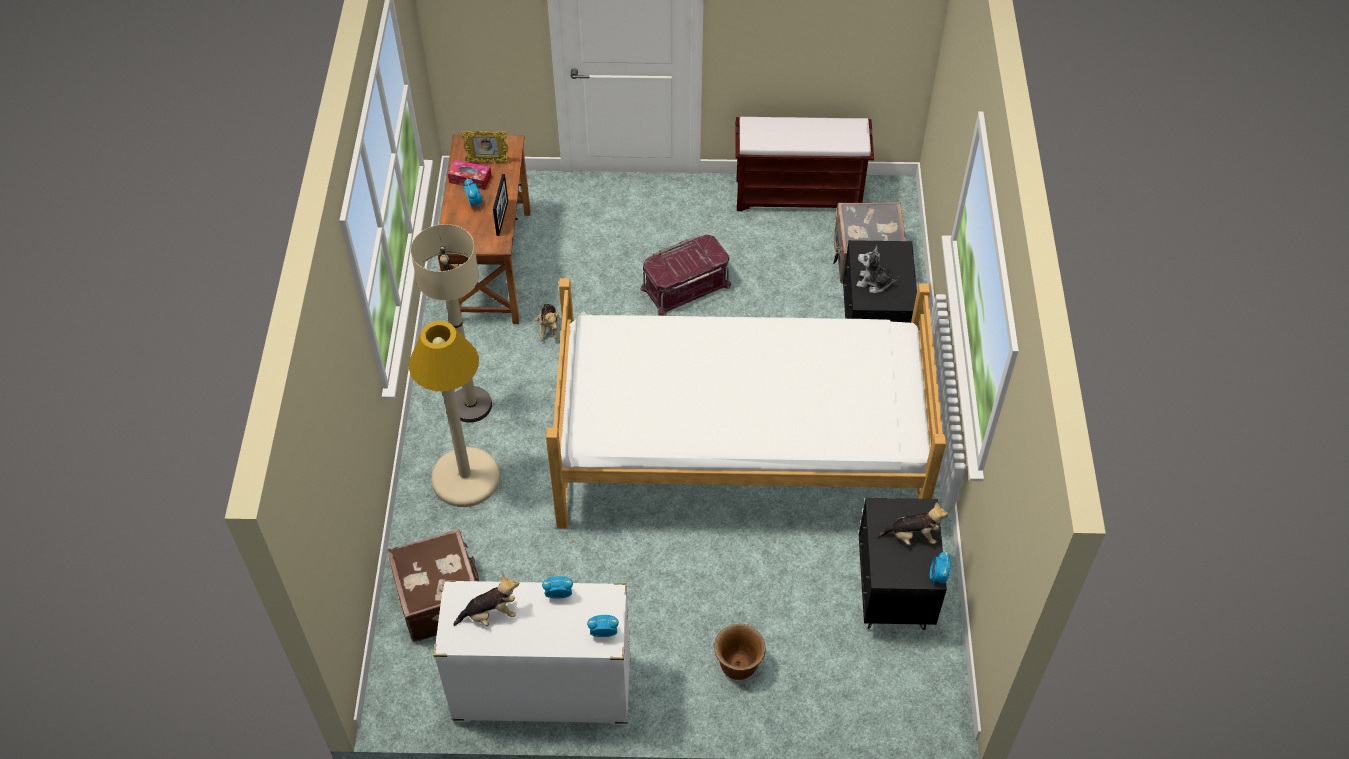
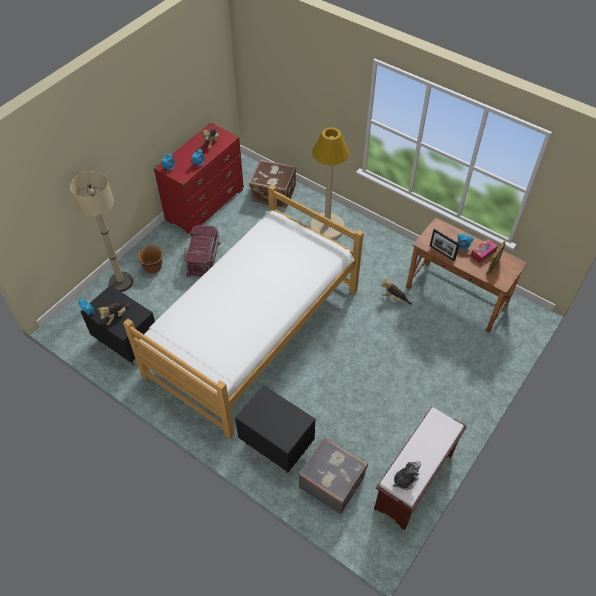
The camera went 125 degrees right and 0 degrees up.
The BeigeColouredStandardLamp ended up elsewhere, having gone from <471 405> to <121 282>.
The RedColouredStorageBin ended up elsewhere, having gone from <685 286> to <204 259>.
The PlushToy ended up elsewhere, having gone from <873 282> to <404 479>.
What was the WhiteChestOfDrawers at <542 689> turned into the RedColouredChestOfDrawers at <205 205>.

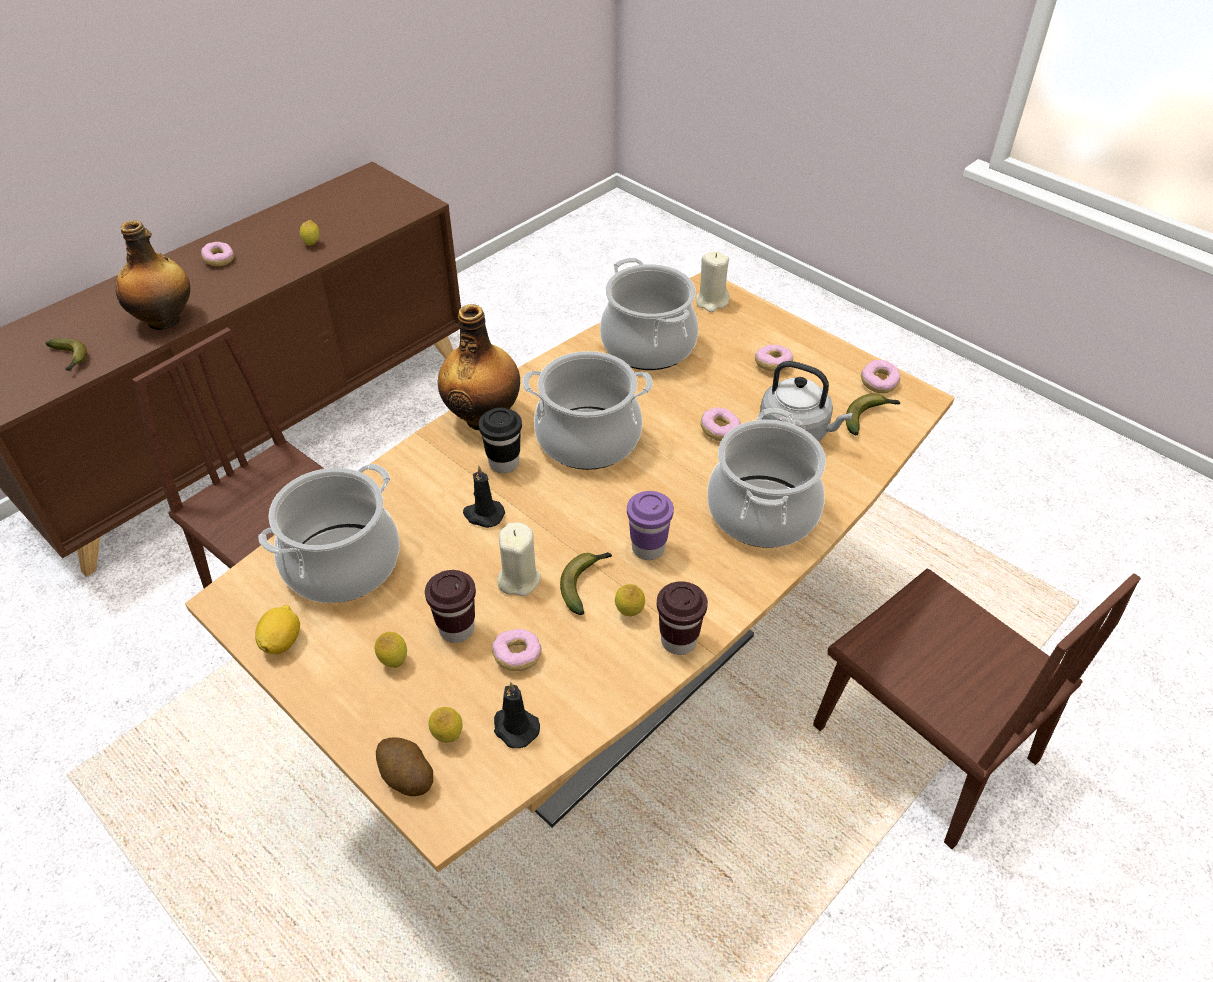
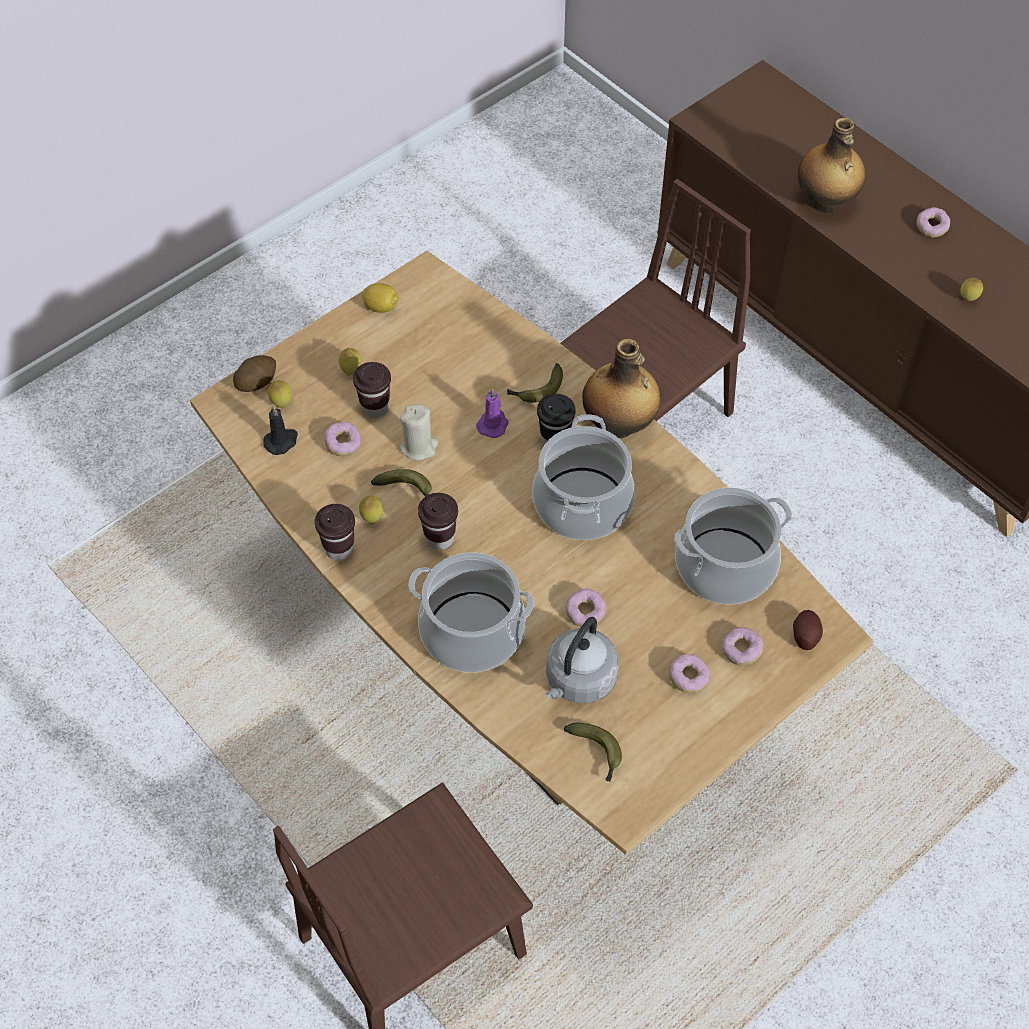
The camera went 95 degrees right and 10 degrees up.
The second view lost the Stockpot at <342 563>.
The WholeBanana ended up elsewhere, having gone from <70 359> to <536 390>.
The Donut ended up elsewhere, having gone from <878 383> to <741 651>.
Where the BeigeColouredWaxCandle stood at <711 301>, the Potato came to stand at <805 636>.
What was the BlackishWaxCandle at <483 515> turned into the PurpleWaxCandle at <493 424>.
What was the PurpleDrinkingCup at <648 548> turned into the BrownishDrinkingCup at <440 538>.

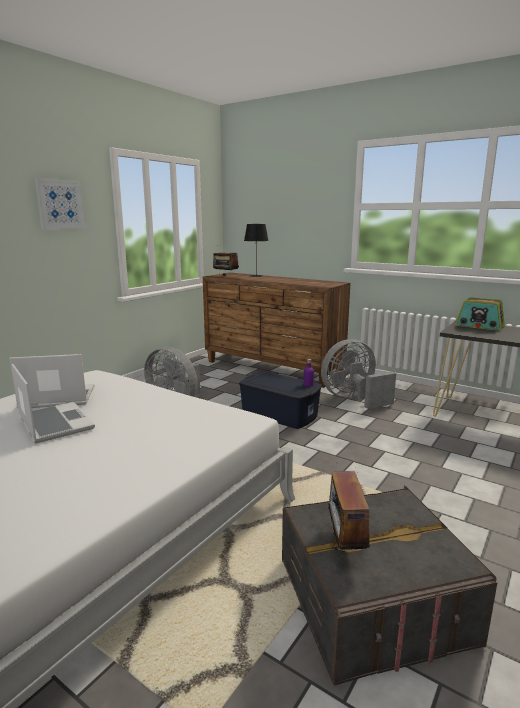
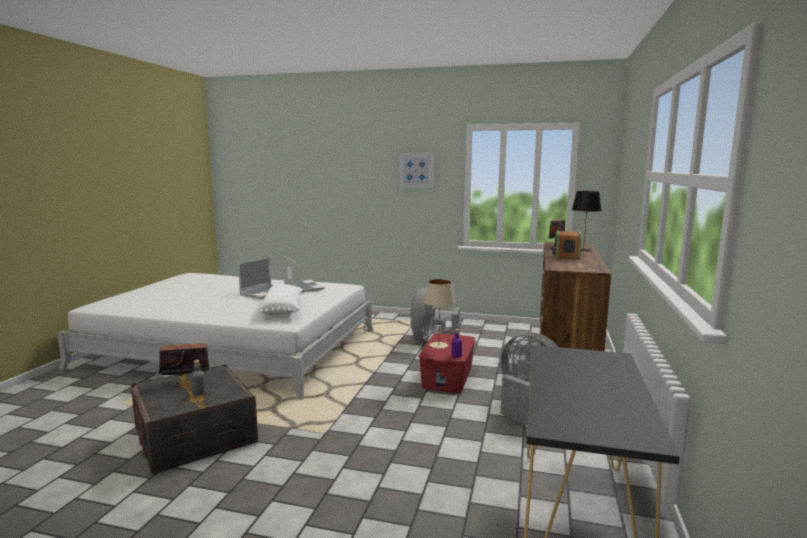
The camera went 70 degrees right and 5 degrees down.
The second view gained the GreyishDrinkBottle at <199 393>.
The second view gained the WhitePillow at <283 309>.
The second view gained the BeigeColouredLampForATable at <439 345>.
The RadioReceiver ended up elsewhere, having gone from <479 326> to <566 256>.
What was the BluishStorageBin at <279 414> turned into the RedColouredStorageBin at <448 377>.

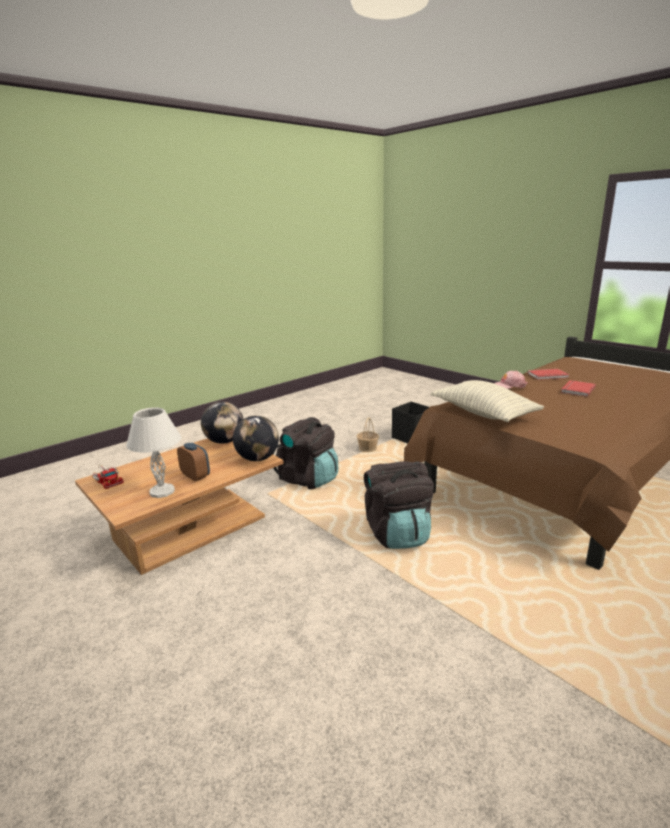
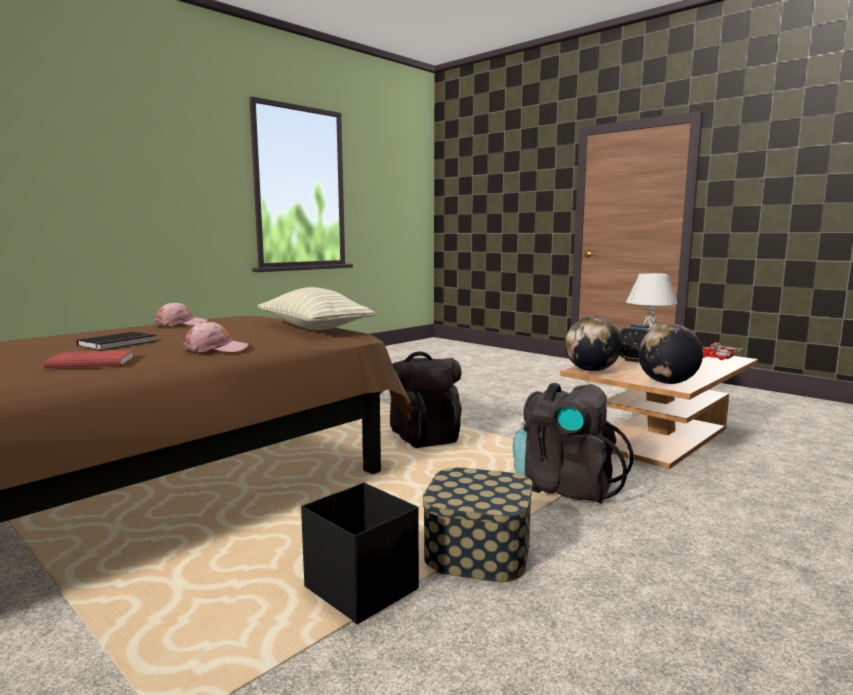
The camera went 175 degrees right and 10 degrees down.
The second view gained the PinkishBaseballCap at <181 324>.
Where the Basket stood at <367 449>, the StorageBin came to stand at <478 550>.
What was the RedColouredVolume at <576 389> turned into the BlackishVolume at <119 344>.

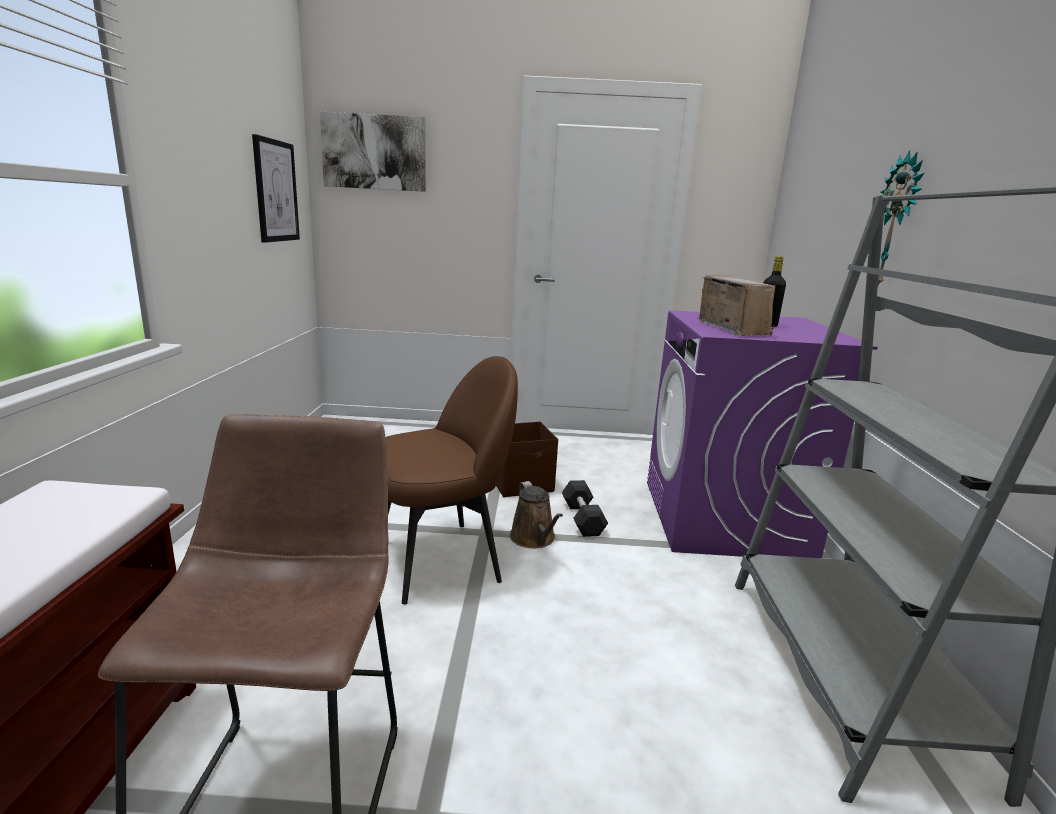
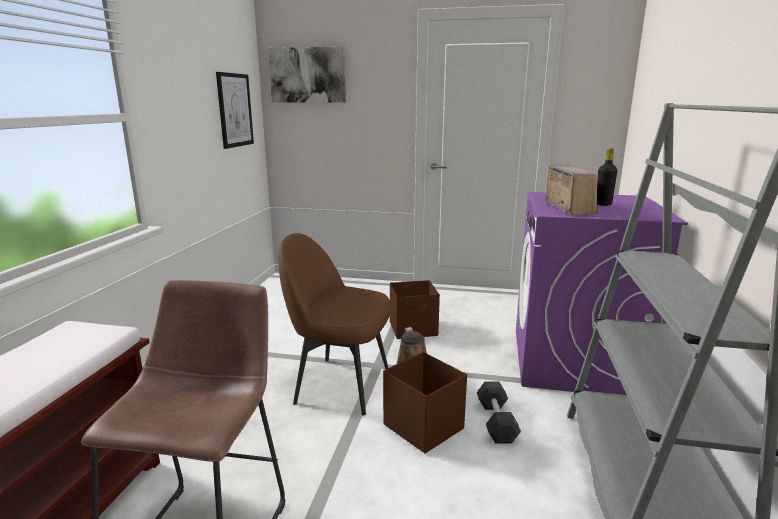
The camera went 10 degrees right and 0 degrees up.
The second view lost the HangingClock at <898 221>.
The second view gained the BrownishStorageBin at <423 426>.
The BlackishHandWeight ended up elsewhere, having gone from <582 519> to <496 422>.
The BrownishUprightChair at <441 559> ended up facing another way, 150 degrees counterclockwise from before.

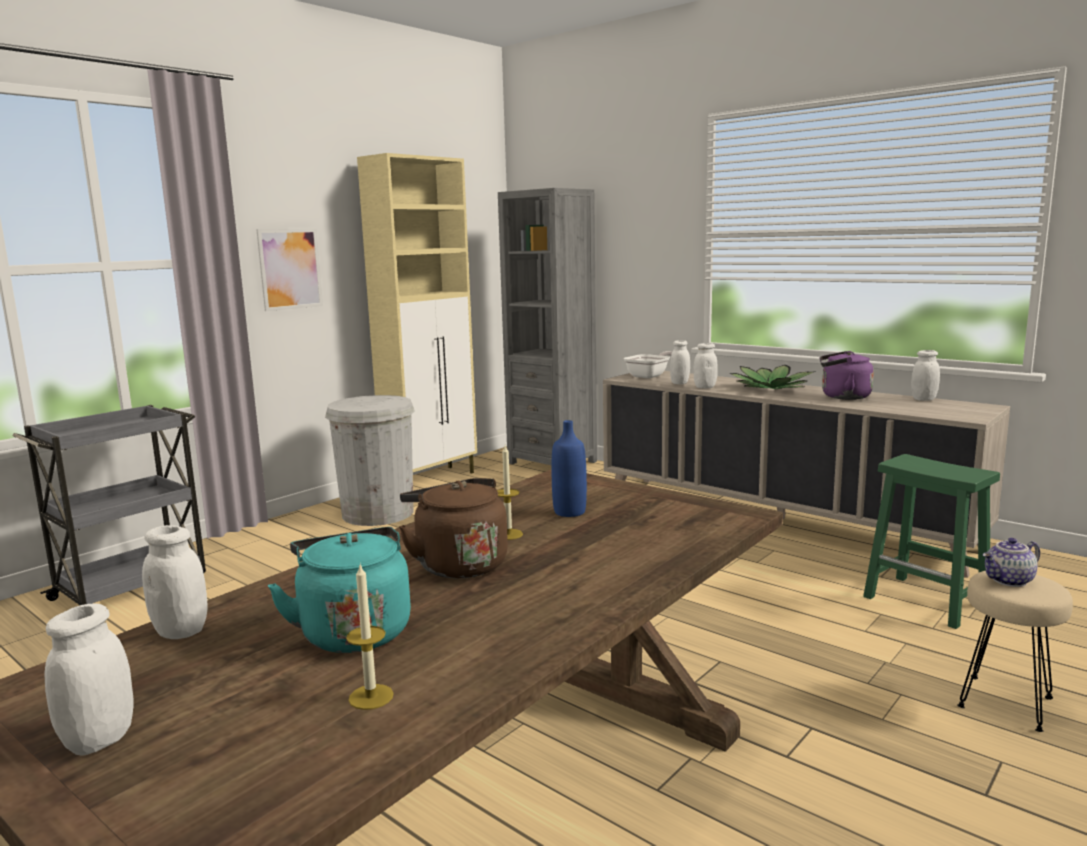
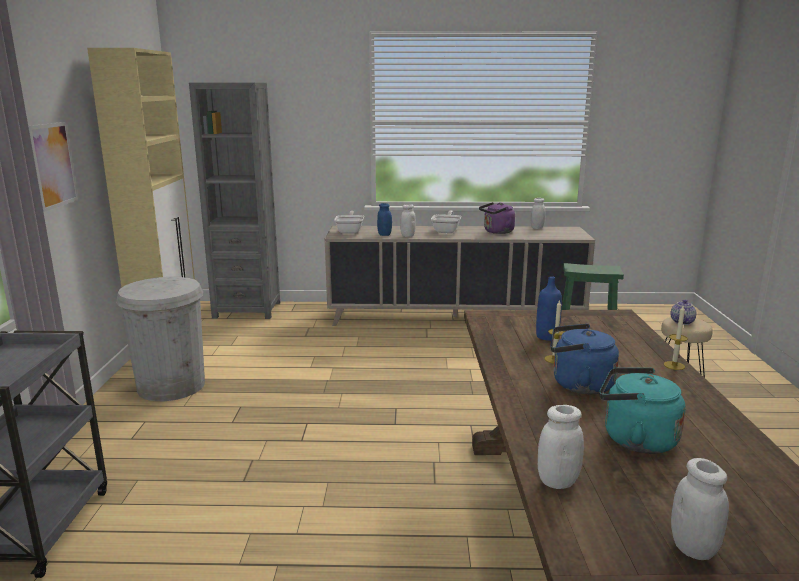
The camera went 40 degrees left and 5 degrees up.
The WaxCandle ended up elsewhere, having gone from <371 697> to <674 365>.
Where the Houseplant stood at <772 388>, the Skillet came to stand at <447 231>.
What was the BrownishWaterKettle at <458 564> turned into the BluishWaterKettle at <578 385>.
What was the WhiteStorageJar at <680 383> turned into the BluishStorageJar at <384 234>.

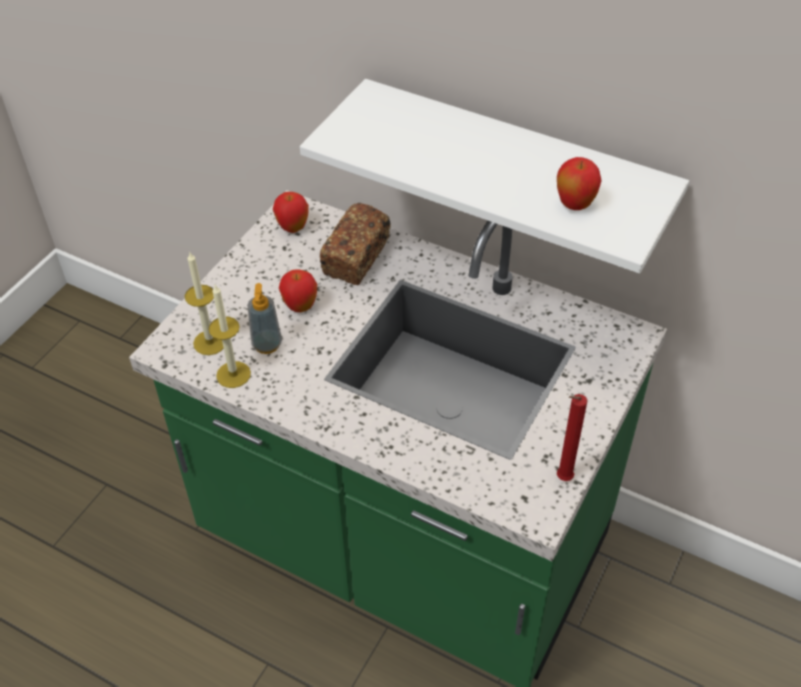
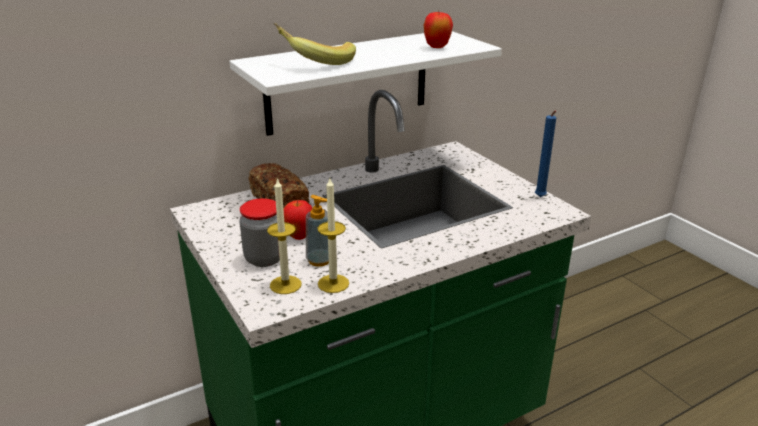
The camera went 60 degrees left and 20 degrees down.
The second view lost the Apple at <293 228>.
The second view gained the StorageJar at <264 258>.
The second view gained the WholeBanana at <316 61>.
What was the RedColouredWaxCandle at <562 479> turned into the BluishWaxCandle at <540 198>.

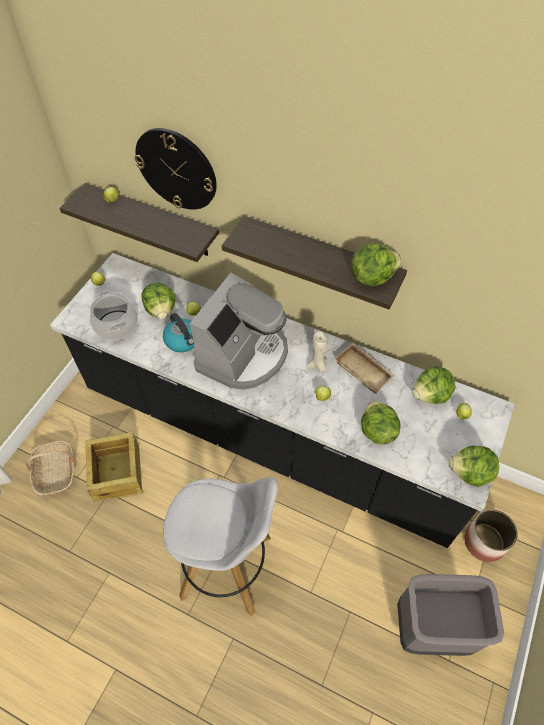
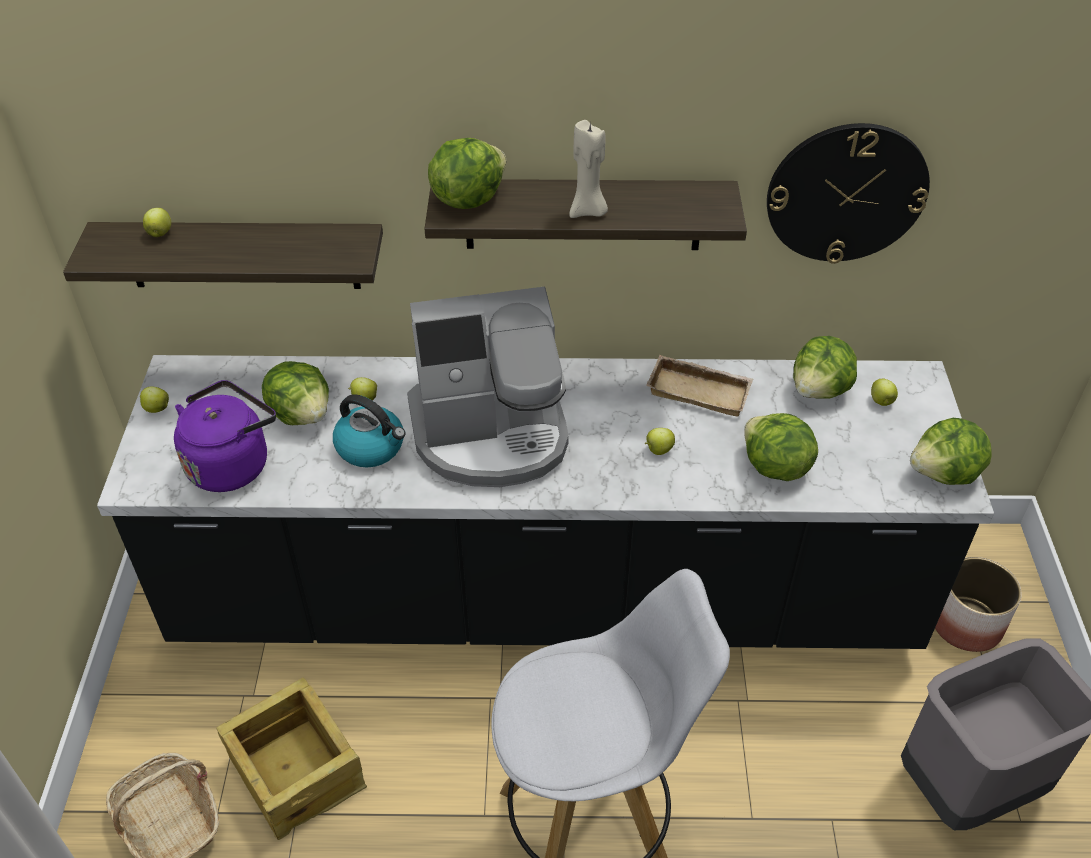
The camera went 25 degrees left and 10 degrees down.
The HangingClock ended up elsewhere, having gone from <176 169> to <846 193>.
The BeigeColouredWaxCandle ended up elsewhere, having gone from <317 366> to <588 211>.
The HeadOfLettuce ended up elsewhere, having gone from <372 276> to <467 198>.
Where the Stockpot stood at <116 325>, the PurpleWaterKettle came to stand at <232 463>.
The CoffeeMaker at <243 355> ended up facing another way, 75 degrees clockwise from before.

